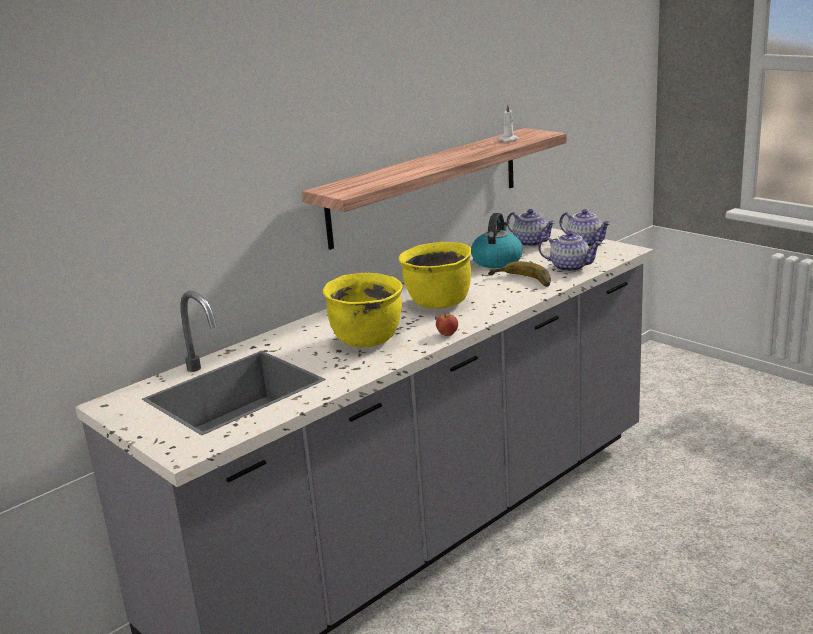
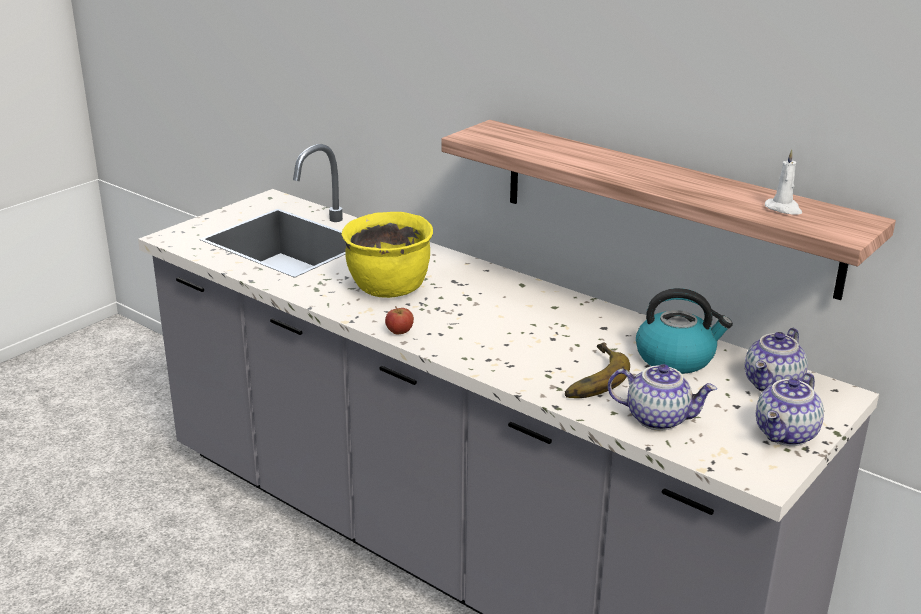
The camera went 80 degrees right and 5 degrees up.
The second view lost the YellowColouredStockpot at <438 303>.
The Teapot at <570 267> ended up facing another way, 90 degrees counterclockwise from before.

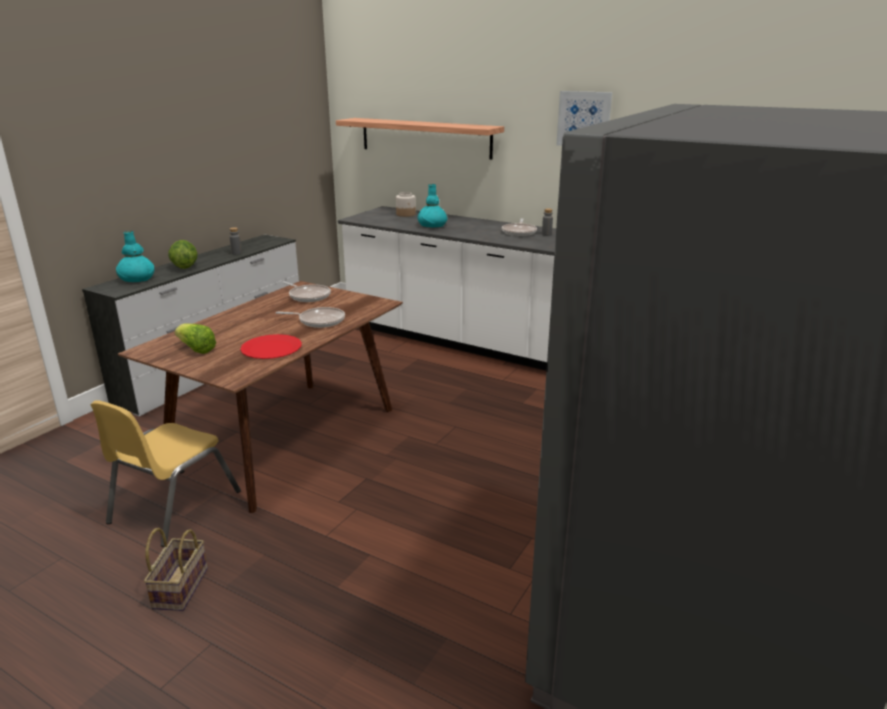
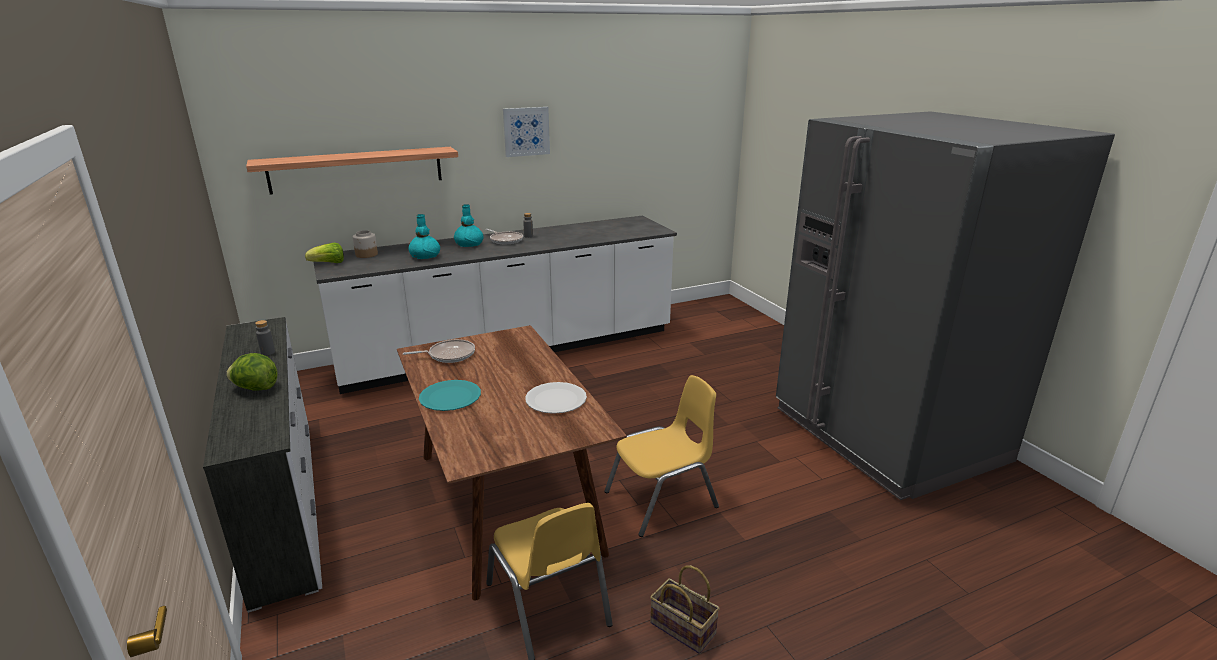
The camera went 55 degrees left and 0 degrees up.
The second view lost the Skillet at <319 321>.
The second view gained the TurquoiseColouredFlatDish at <450 397>.
The second view gained the YellowColouredUprightChair at <662 500>.
The TurquoiseColouredFlowerVase ended up elsewhere, having gone from <137 279> to <469 244>.
The HeadOfLettuce ended up elsewhere, having gone from <196 349> to <328 263>.
What was the RedColouredFlatDish at <271 348> turned into the WhiteFlatDish at <555 399>.

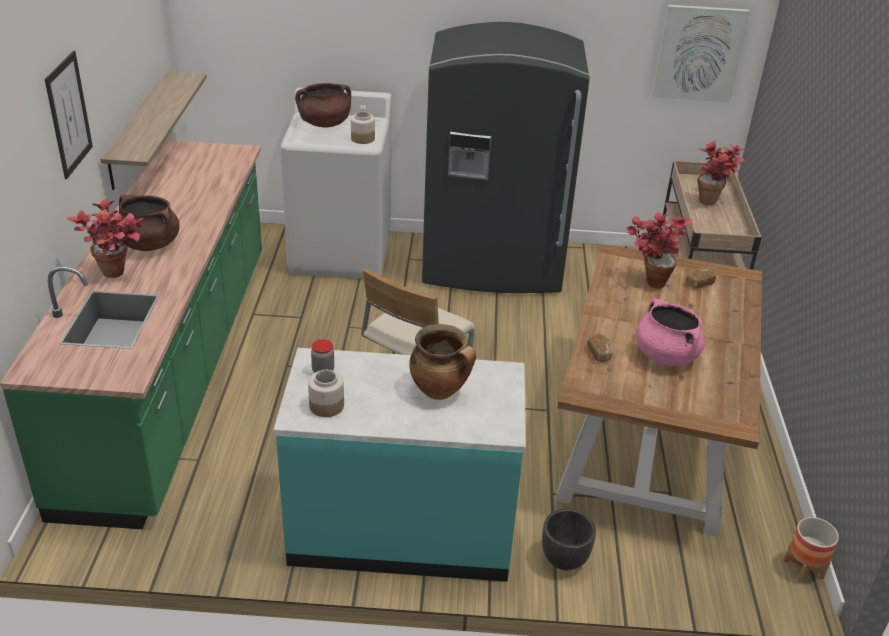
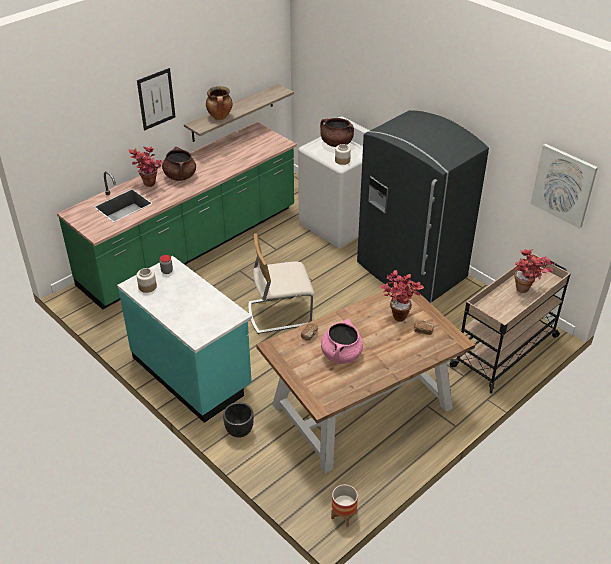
The camera went 45 degrees right and 5 degrees up.
The Stockpot ended up elsewhere, having gone from <440 391> to <220 117>.

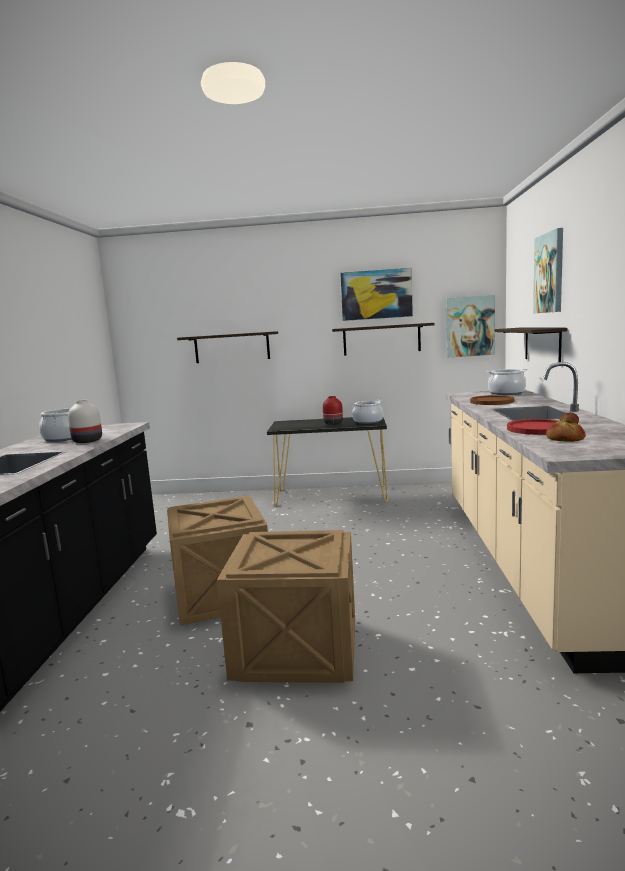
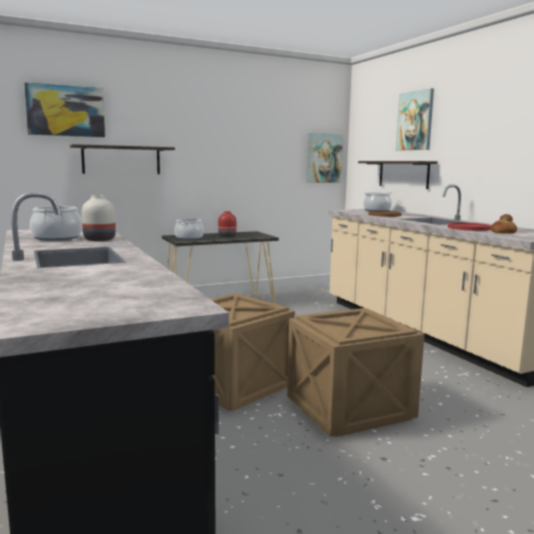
The camera went 30 degrees left and 0 degrees up.
The second view lost the WallShelf at <381 339>.
The WallArt ended up elsewhere, having gone from <376 294> to <65 111>.
The Stockpot ended up elsewhere, having gone from <367 421> to <189 238>.

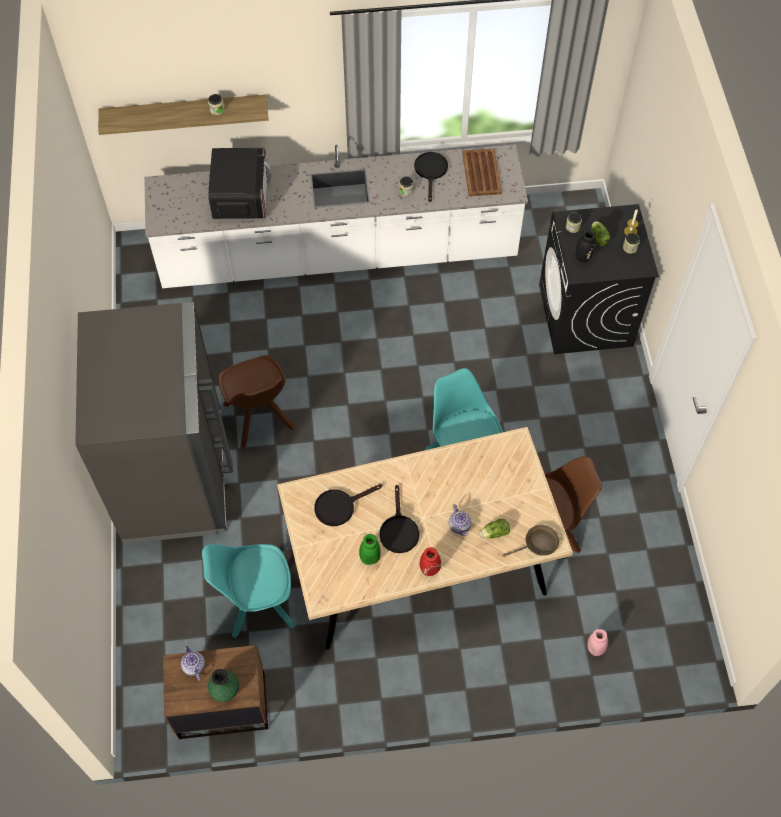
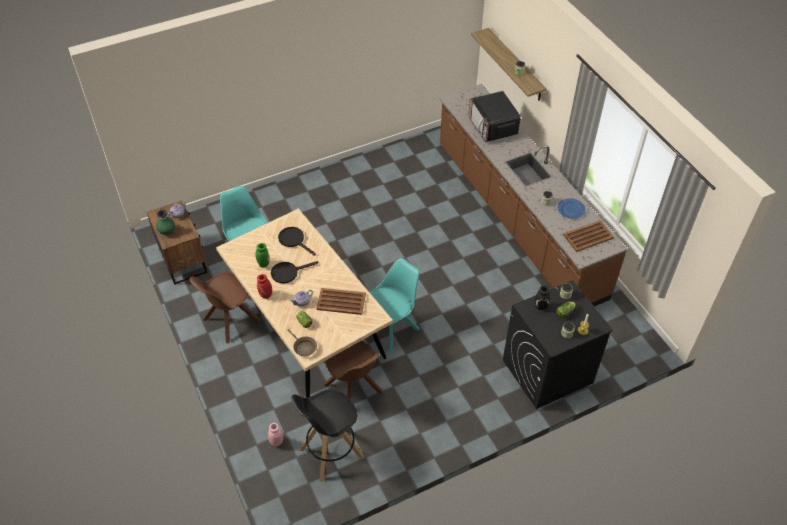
The camera went 70 degrees right and 10 degrees down.
The second view lost the GreyishFridge at <174 477>.
The second view gained the BlackishStoolSeat at <330 453>.
The second view gained the BrownishServingTray at <341 302>.
The BrownishUprightChair ended up elsewhere, having gone from <259 418> to <230 321>.
Where the BlackishSkillet stood at <431 172>, the BluishFlatDish came to stand at <571 210>.
What was the WhiteKitchenBaseUnit at <339 255> turned into the BrownishKitchenBaseUnit at <517 219>.
The MicrowaveOven at <241 196> ended up facing another way, 90 degrees clockwise from before.

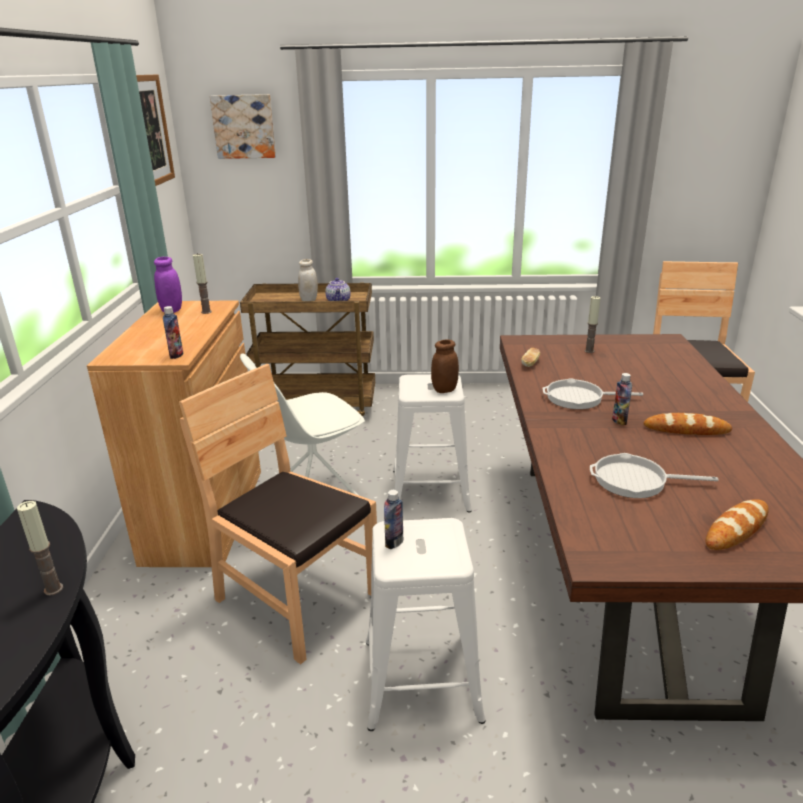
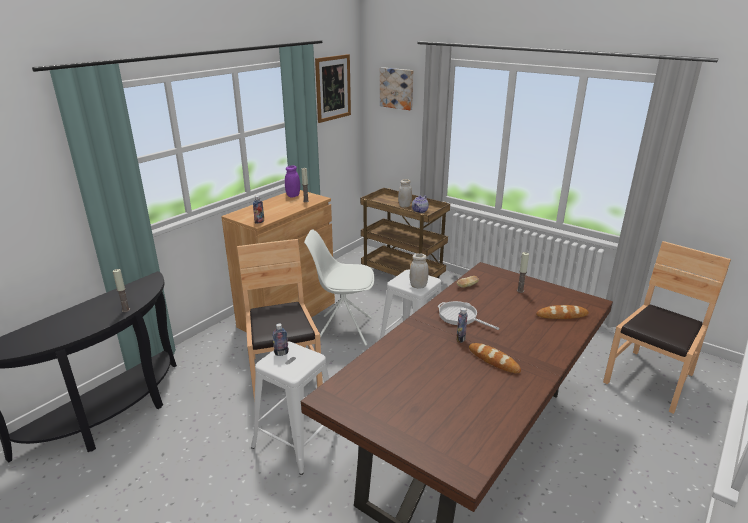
The camera went 35 degrees right and 0 degrees up.
The second view lost the Skillet at <635 481>.
The BakeryBread ended up elsewhere, having gone from <736 529> to <562 315>.
What was the BrownishStorageJar at <444 390> turned into the WhiteStorageJar at <418 286>.

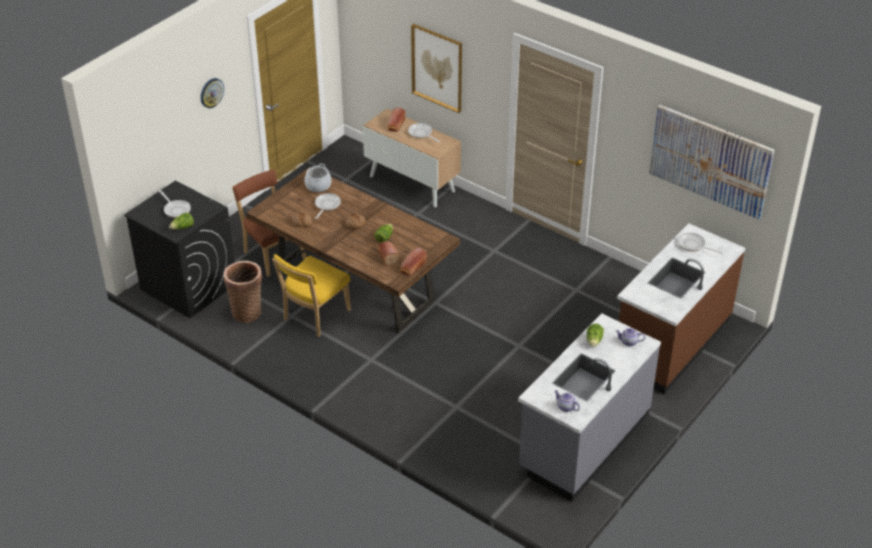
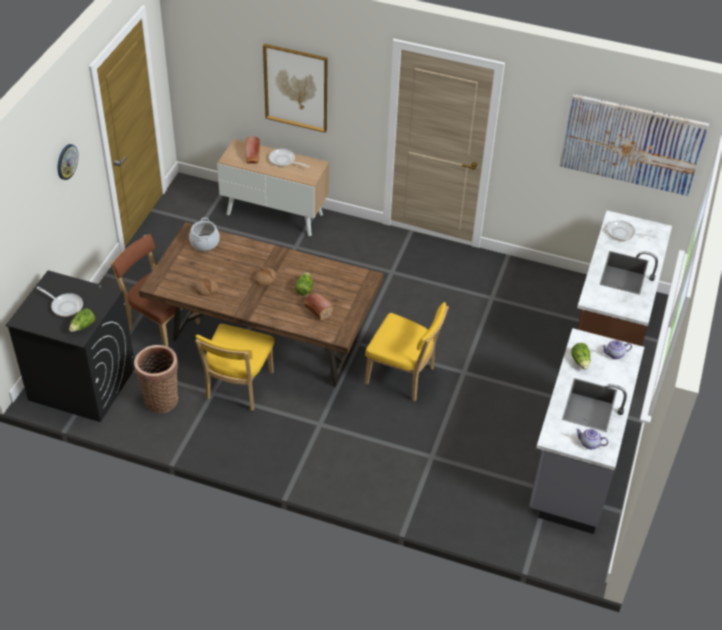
The camera went 20 degrees left and 5 degrees up.
The second view lost the Skillet at <326 205>.
The second view lost the BakeryBread at <412 267>.
The second view gained the YellowColouredUprightChair at <403 377>.

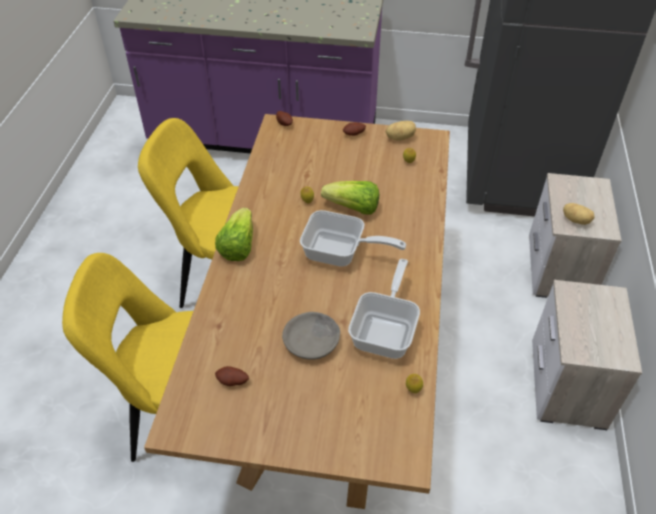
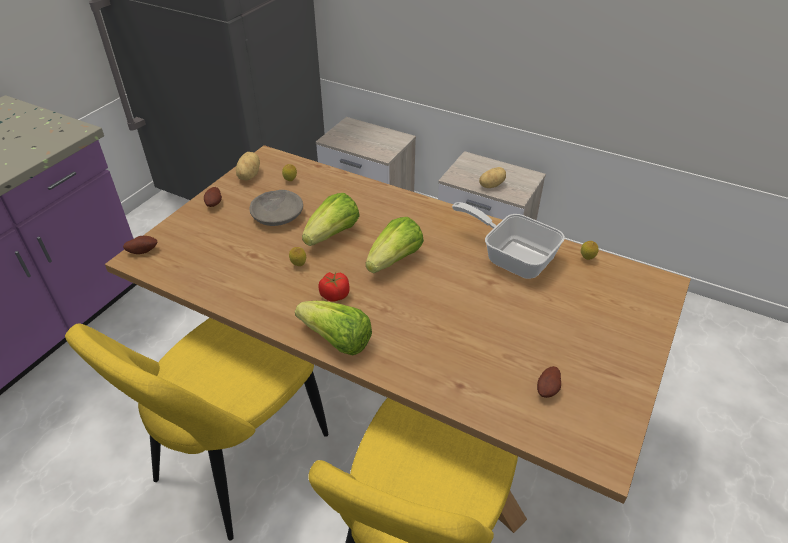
The camera went 70 degrees left and 5 degrees down.
The second view gained the WholeTomato at <334 295>.
The GreyishServingBowl ended up elsewhere, having gone from <312 341> to <278 215>.
The Potato ended up elsewhere, having gone from <576 220> to <491 185>.
Where the Skillet stood at <340 253>, the HeadOfLettuce came to stand at <395 260>.

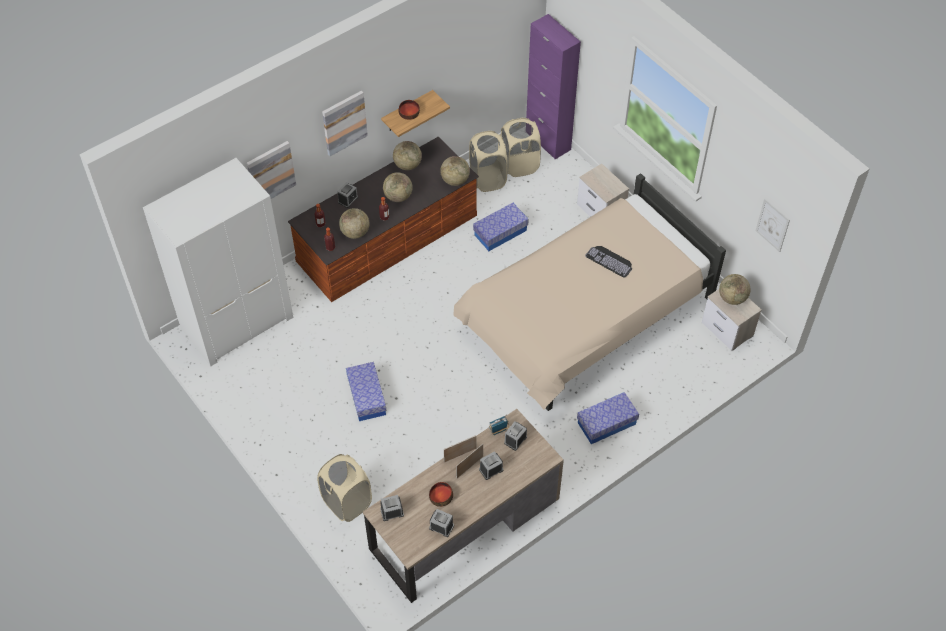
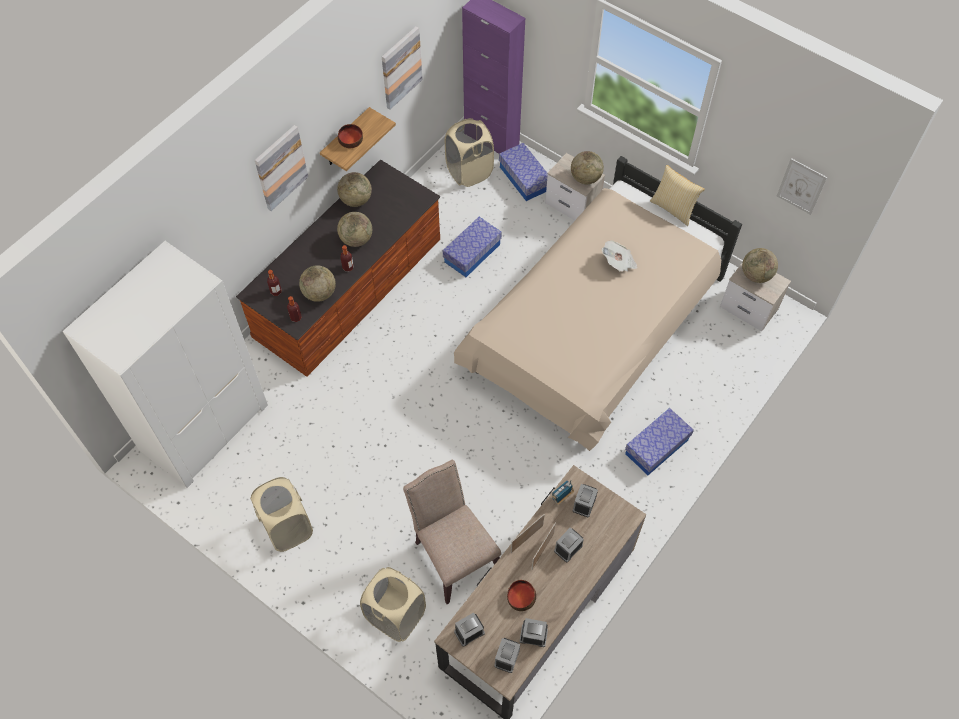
The camera went 15 degrees left and 5 degrees up.
The second view gained the BeigeColouredUprightChair at <453 554>.
The second view gained the Pillow at <673 208>.
The WallArt ended up elsewhere, having gone from <271 172> to <401 67>.
The BedsideClock ended up elsewhere, having gone from <348 199> to <507 657>.
The StorageBin ended up elsewhere, having gone from <367 397> to <524 178>.
The WorldGlobe ended up elsewhere, having gone from <455 180> to <585 178>.
The BeigeColouredHamper ended up elsewhere, having gone from <487 179> to <287 527>.
Where the PcKeyboard stood at <610 260>, the DailyPaper came to stand at <618 263>.

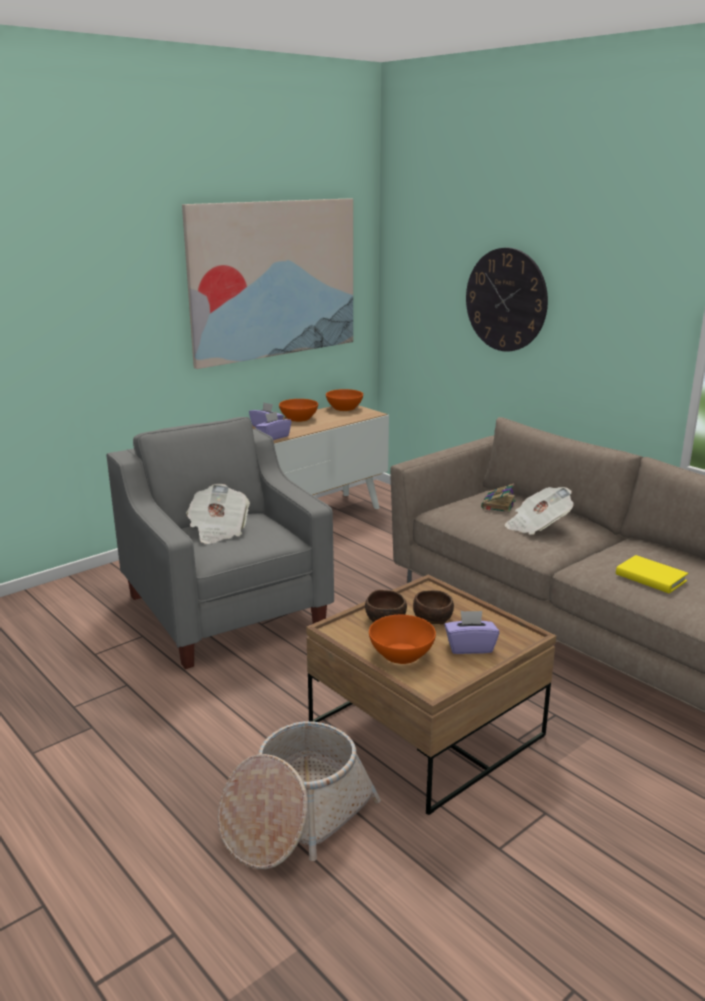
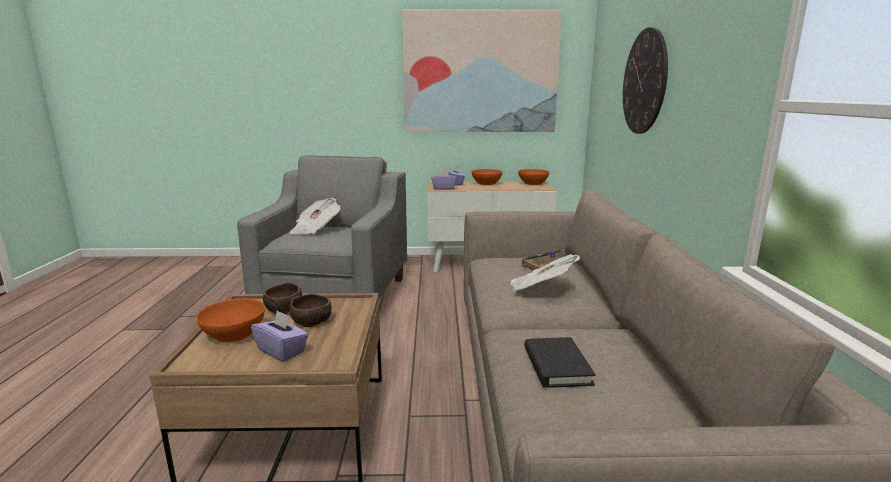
The camera went 40 degrees right and 5 degrees down.
The second view lost the Basket at <295 817>.
What was the YellowColouredVolume at <650 578> turned into the BlackishVolume at <556 366>.

